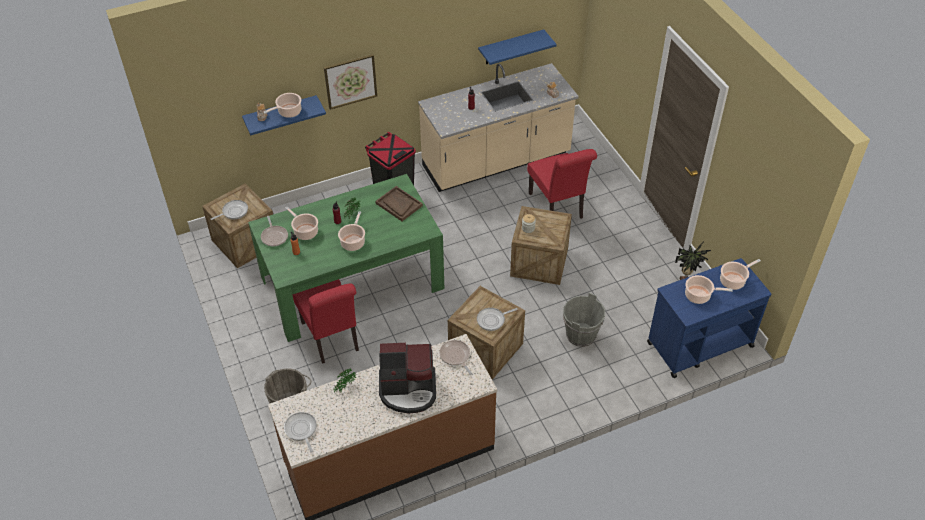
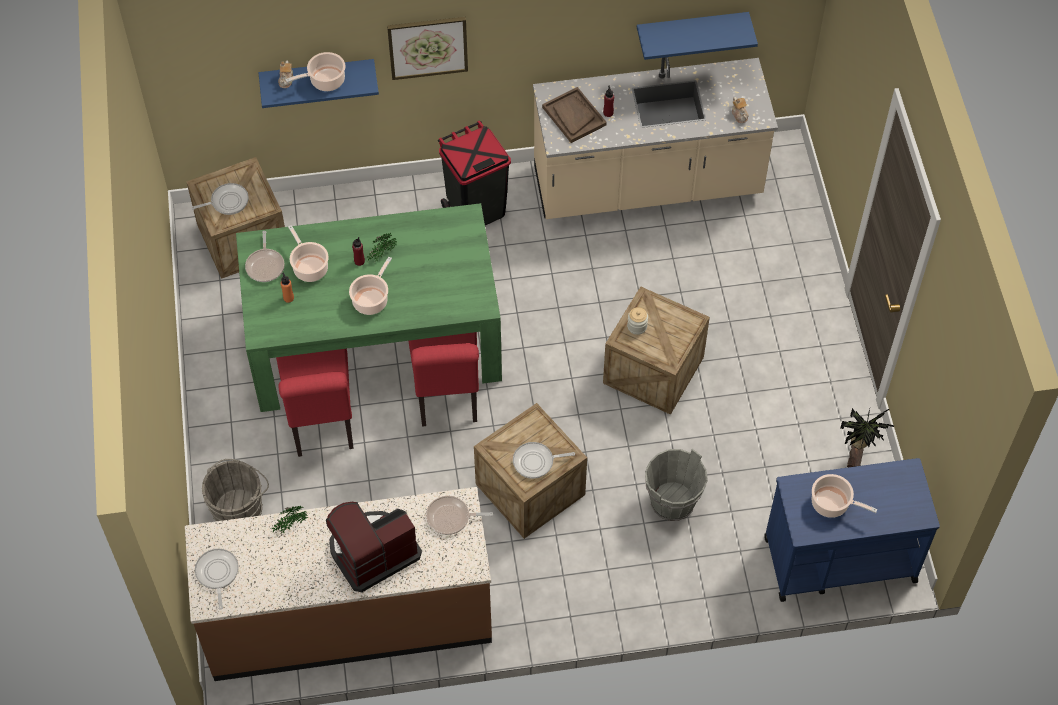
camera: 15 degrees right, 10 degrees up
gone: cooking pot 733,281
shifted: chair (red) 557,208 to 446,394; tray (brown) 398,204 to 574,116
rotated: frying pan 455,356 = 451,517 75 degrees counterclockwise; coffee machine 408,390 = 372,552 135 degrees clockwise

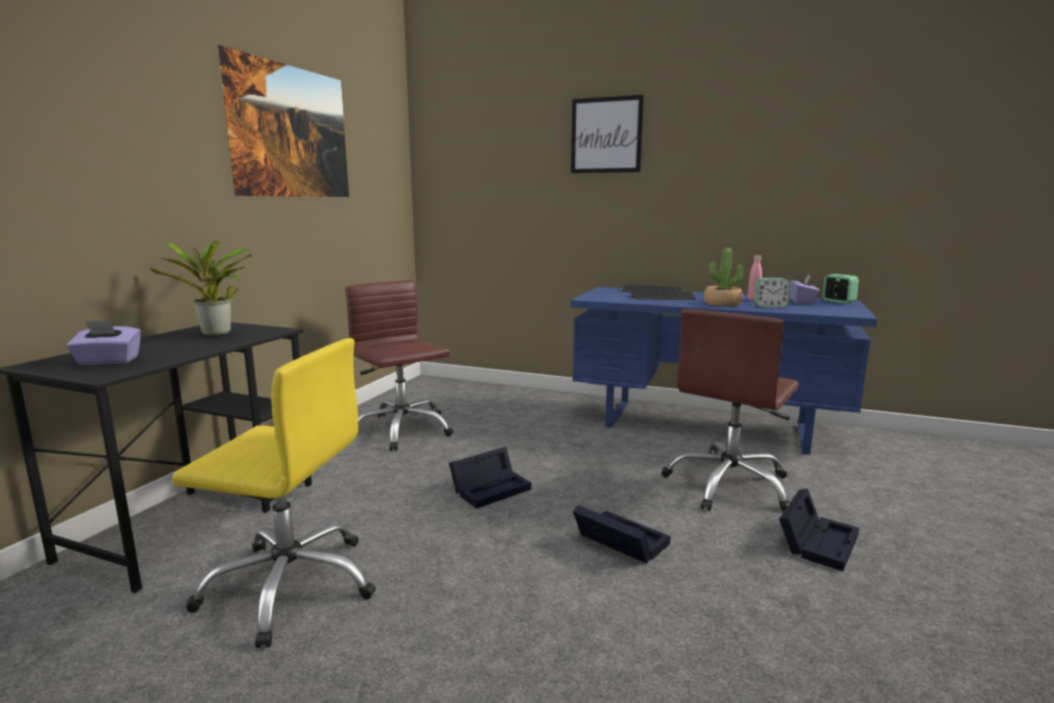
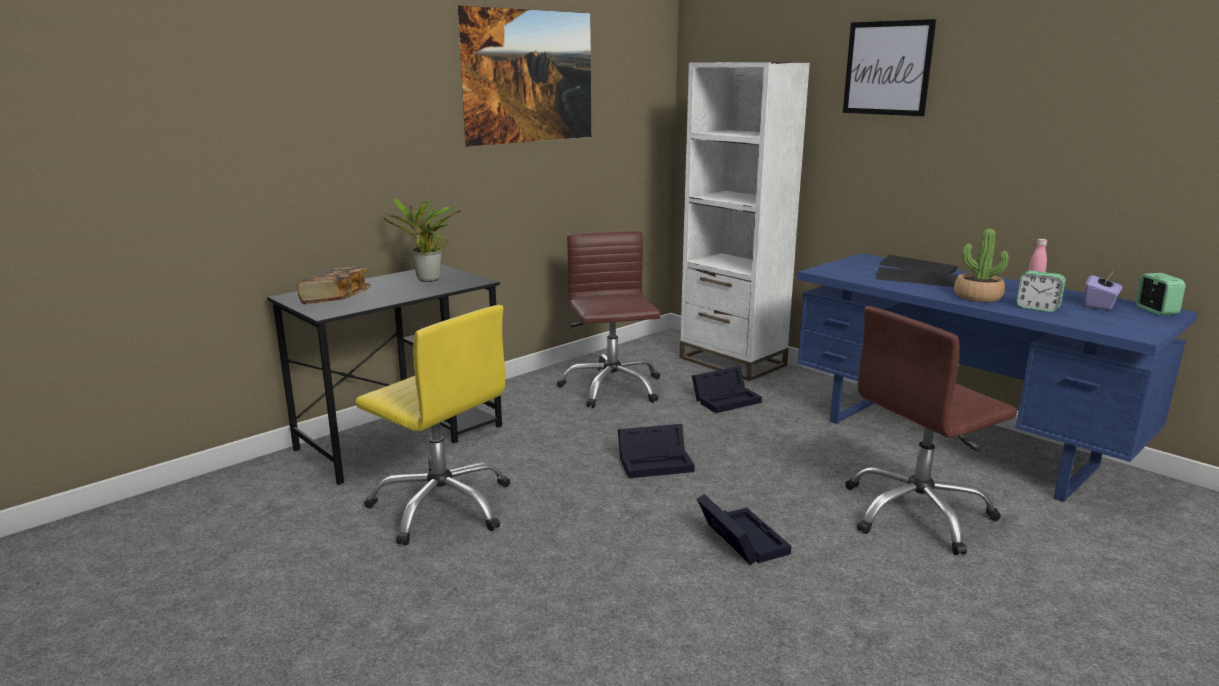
camera: 25 degrees right, 5 degrees up
new: bookcase (white) 732,361
shifted: storage box (black) 817,541 to 727,399
swapped: tissue box (purple) 108,361 to book 336,300

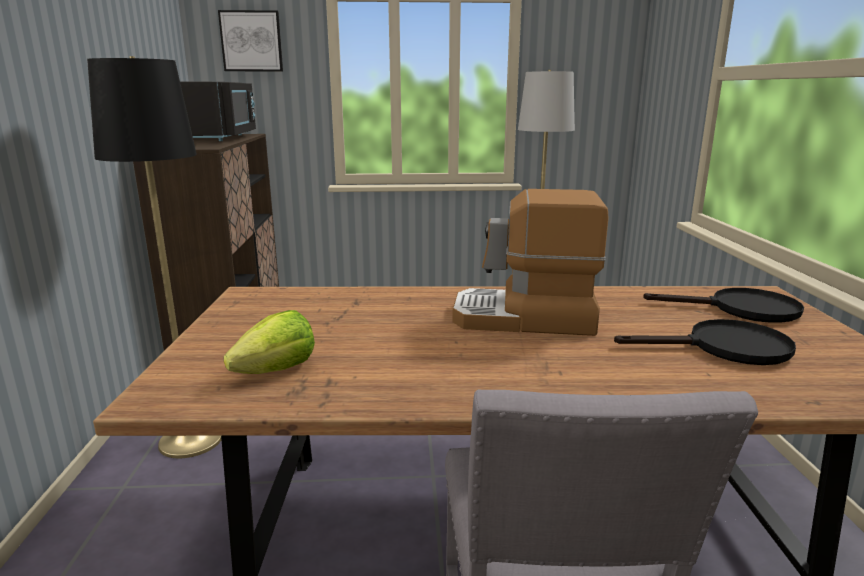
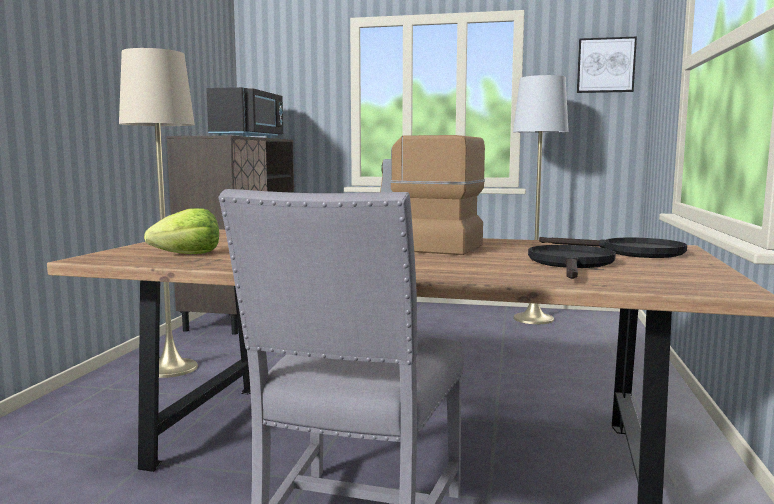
camera: 15 degrees right, 10 degrees down
shifted: picture 251,41 to 605,65
repainted: floor lamp (black) 191,440 to floor lamp (beige) 170,368
rotated: frying pan (black) 725,348 = 571,264 90 degrees counterclockwise

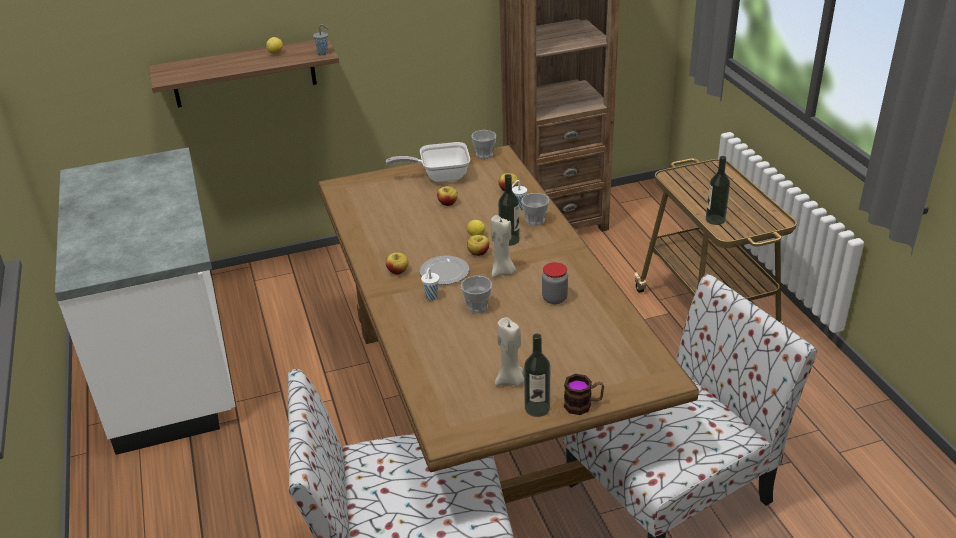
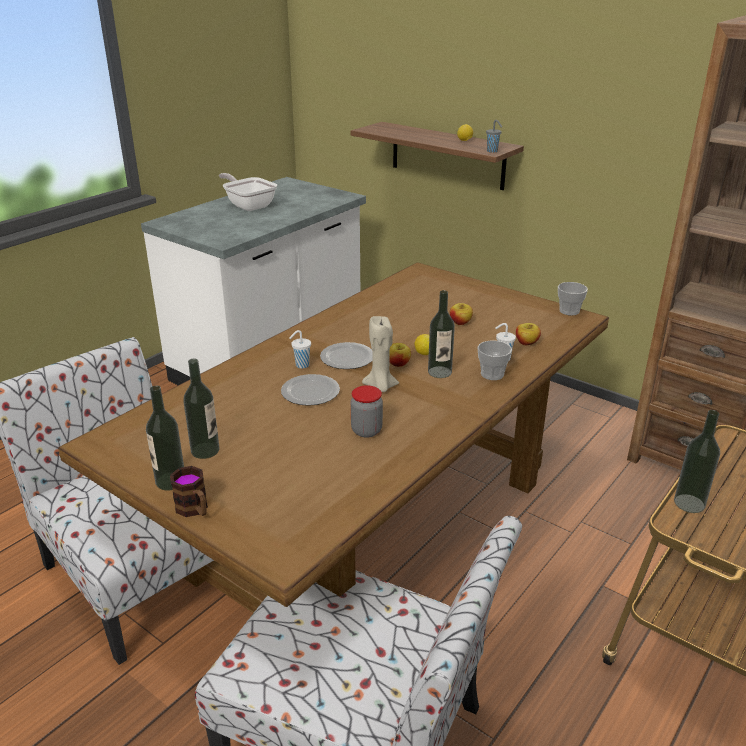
camera: 55 degrees right, 5 degrees down
gone: apple 397,271
shifted: frying pan 439,176 to 248,205
swapped: cup 477,306 to plate 309,392; candle (beige) 510,380 to bottle 205,450

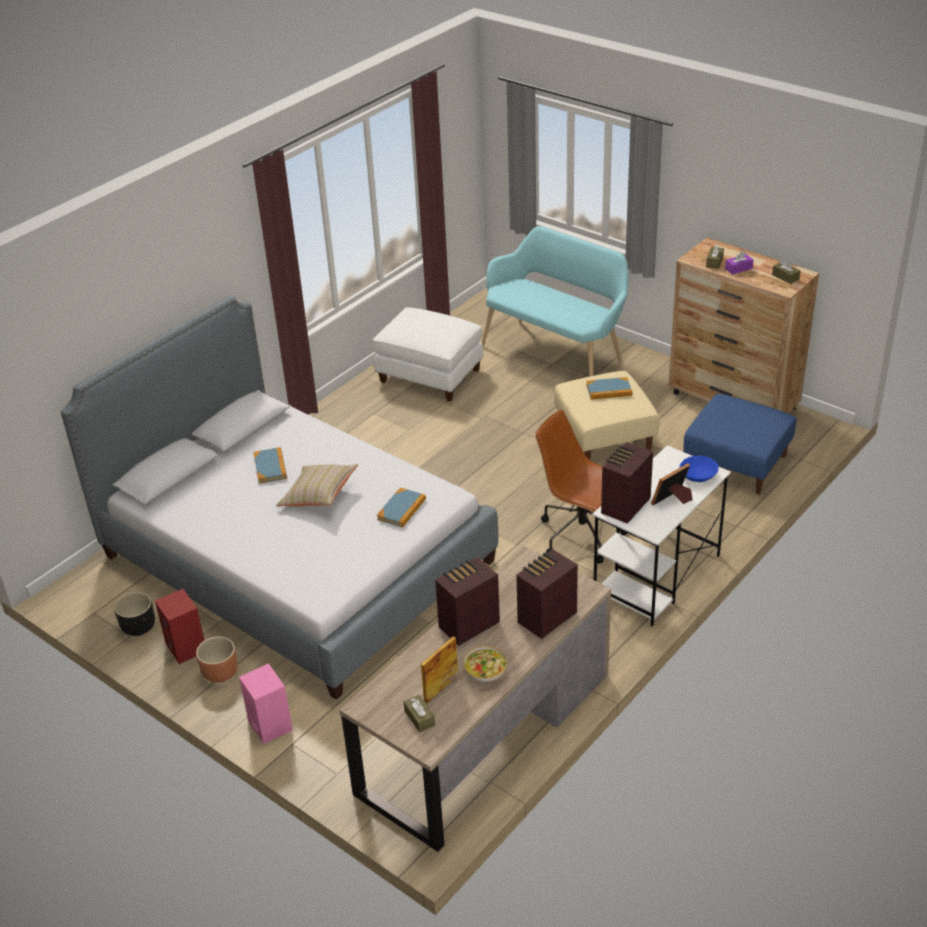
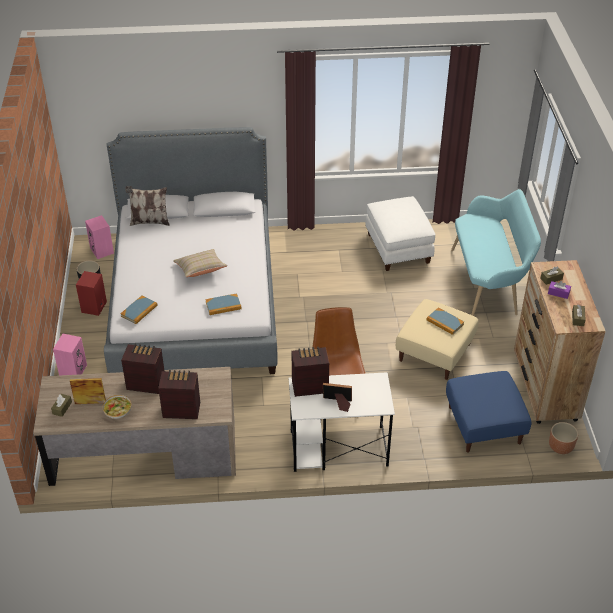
camera: 45 degrees right, 5 degrees up
gone: bowl (blue) 698,476
new: pillow 149,221; speaker (pink) 102,251
shifted: book 270,467 to 139,311; planter (brown) 221,673 to 561,447

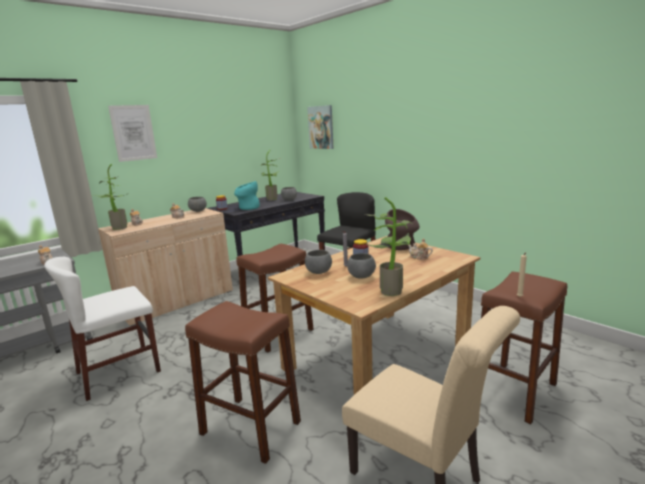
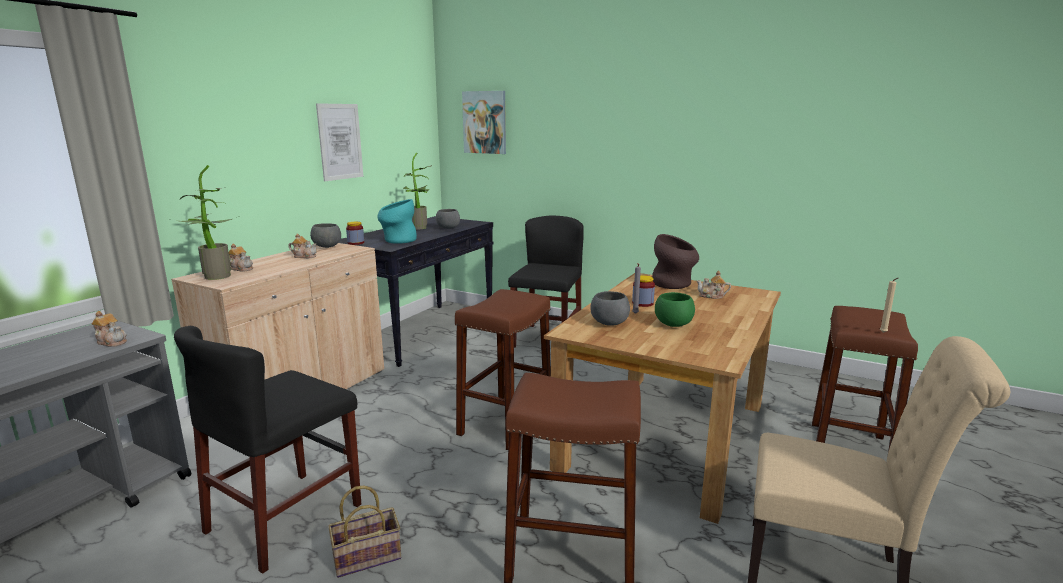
camera: 20 degrees left, 0 degrees up
gone: potted plant 391,290
new: basket 368,556
shifted: picture 133,133 to 340,142
repainted: bowl (grey) 362,277 to bowl (green) 673,324; chair (white) 118,372 to chair (black) 285,518

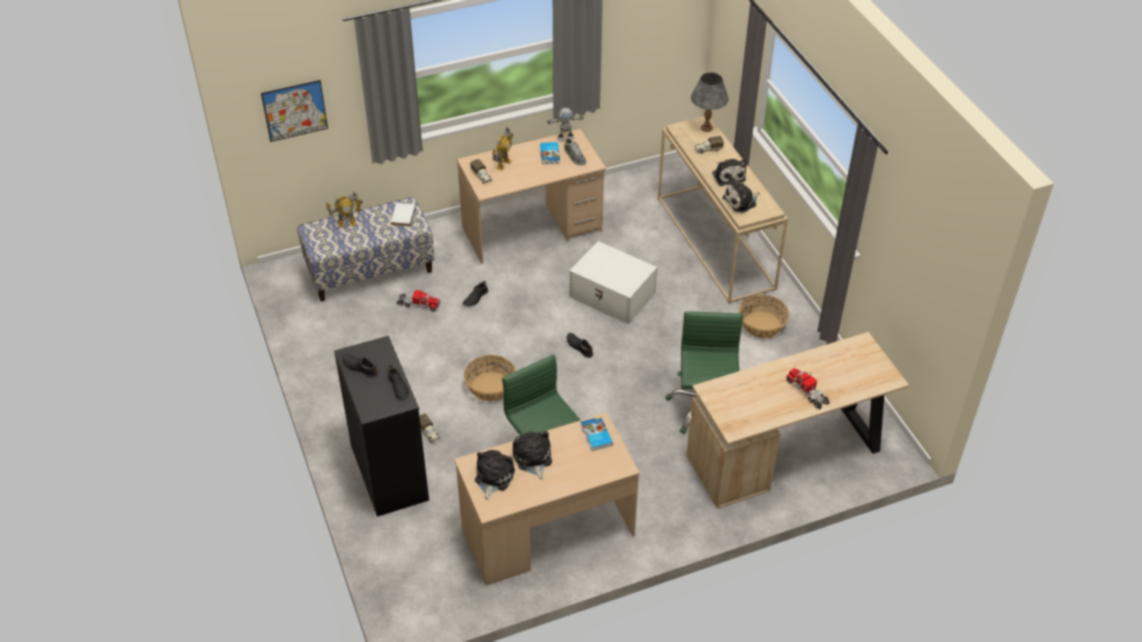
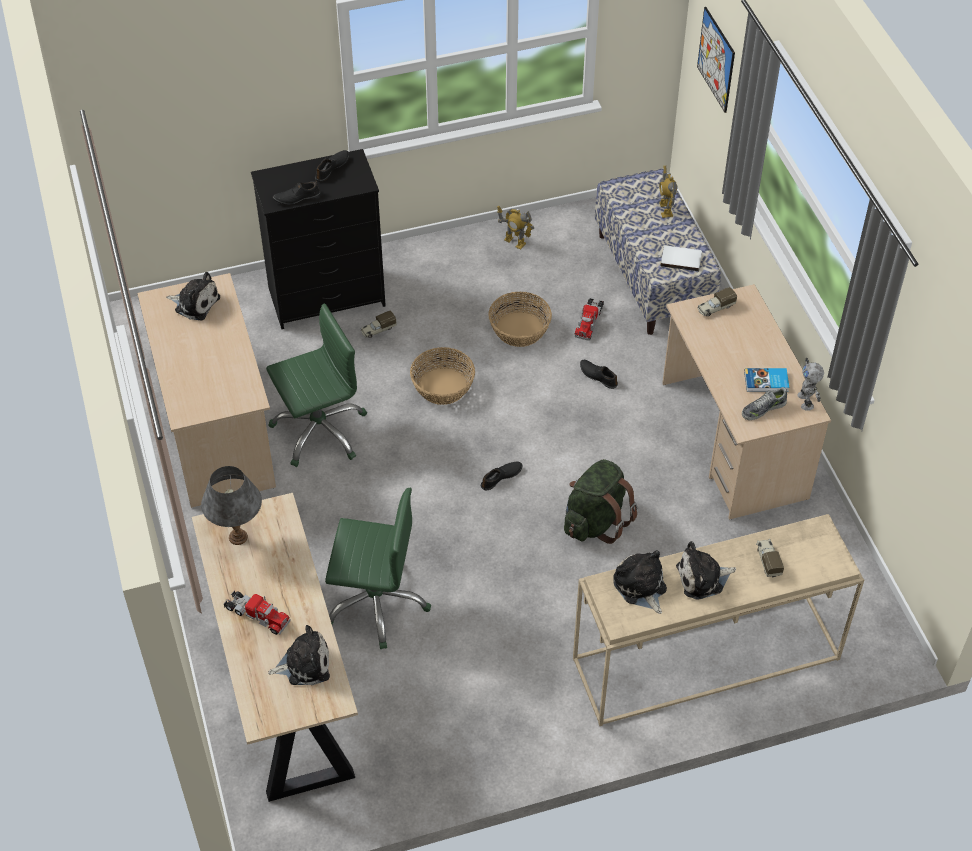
camera: 95 degrees right, 5 degrees up
gone: book 596,435
shifted: table lamp (grey) 706,128 to 237,537; toy robot 503,164 to 514,242; basket 762,325 to 519,330; plush toy 533,459 to 304,664
swapped: storage box (white) 613,295 to backpack (green) 595,521
rotated: toy truck 807,392 = 257,615 60 degrees clockwise

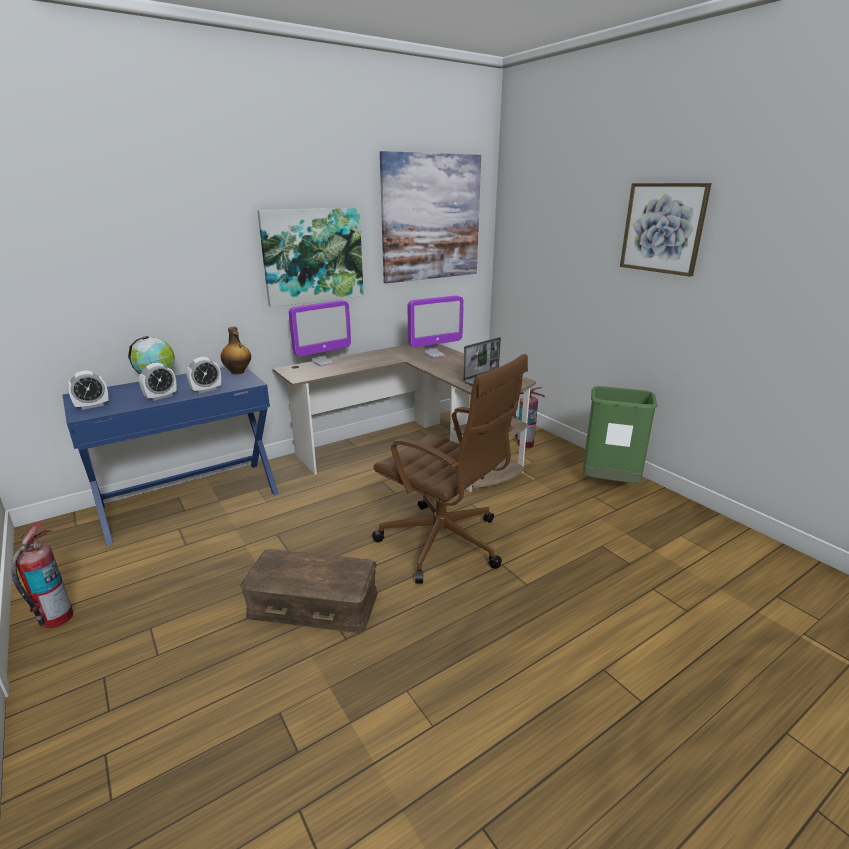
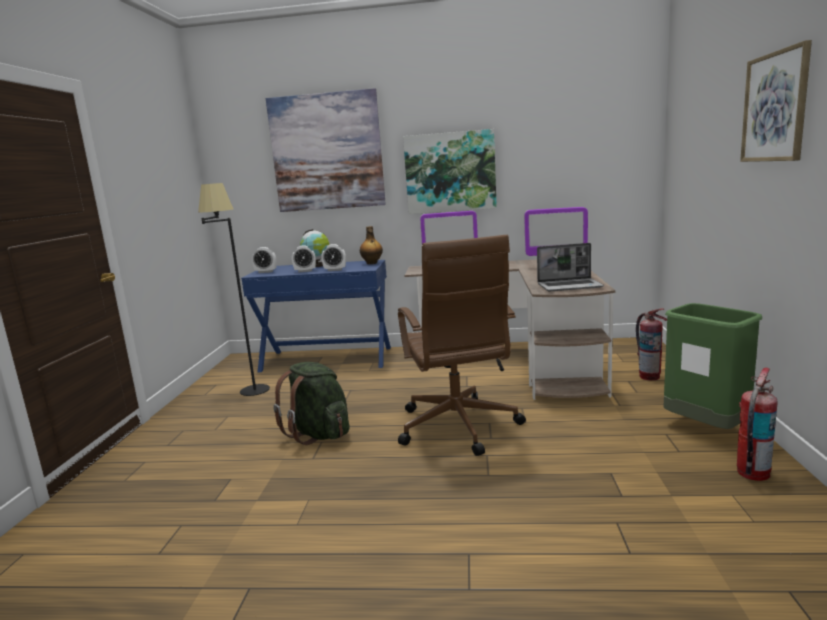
camera: 40 degrees right, 10 degrees down
new: floor lamp (black) 247,387
shifted: picture 431,218 to 327,152; fire extinguisher 56,618 to 752,473
swapped: storage box (brown) 313,605 to backpack (green) 319,434

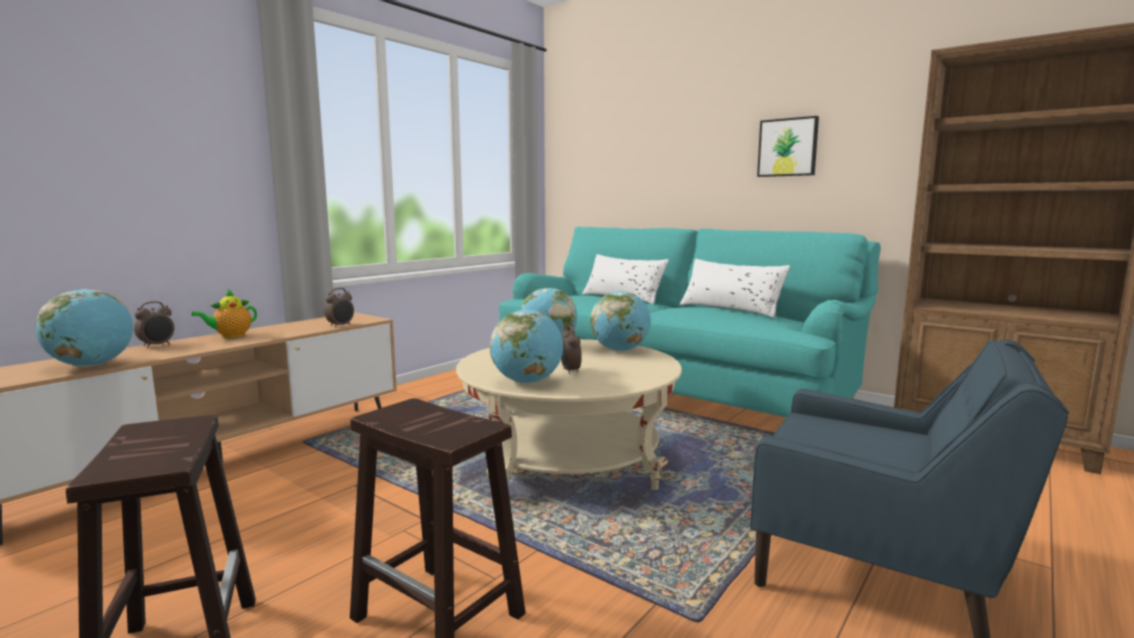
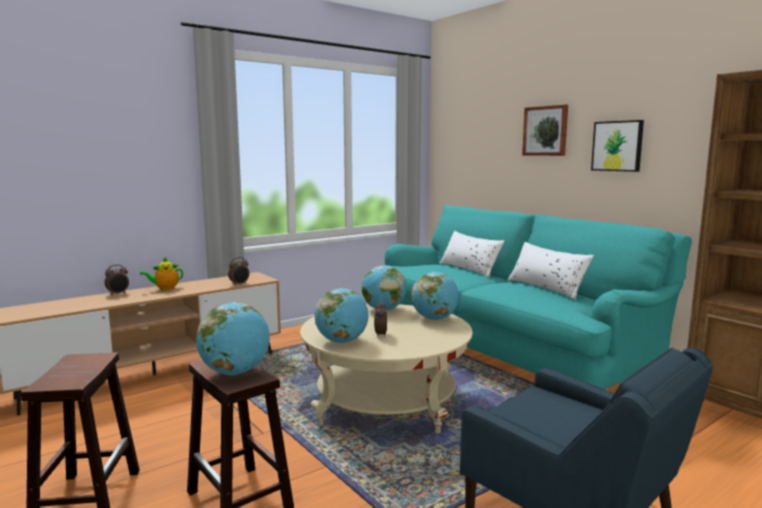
camera: 15 degrees right, 0 degrees up
new: picture 545,131
shifted: globe 92,365 to 235,372

